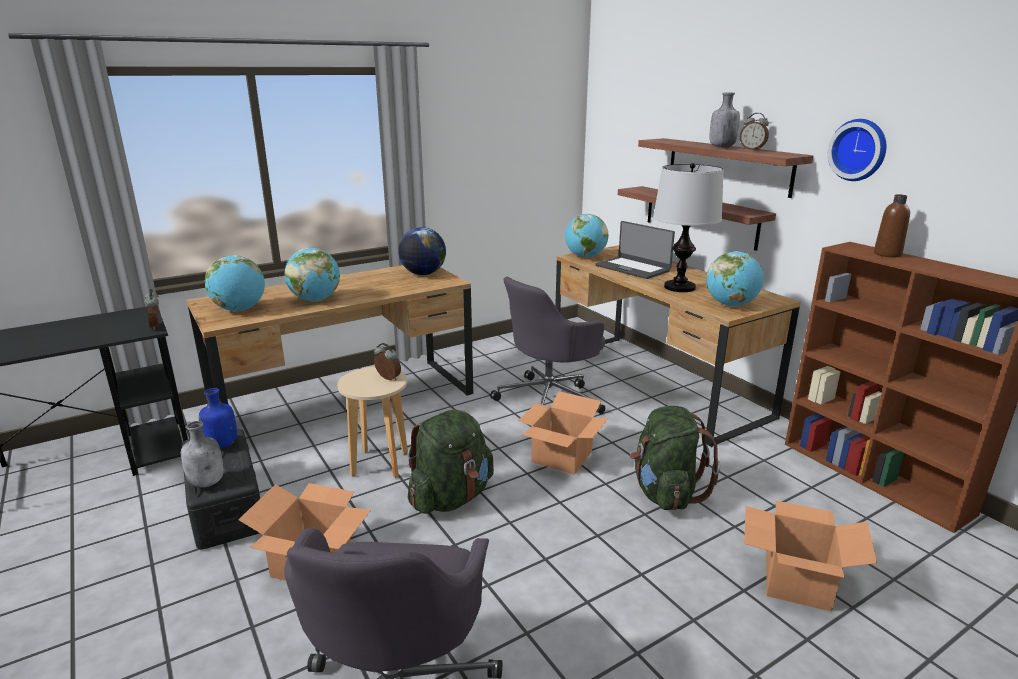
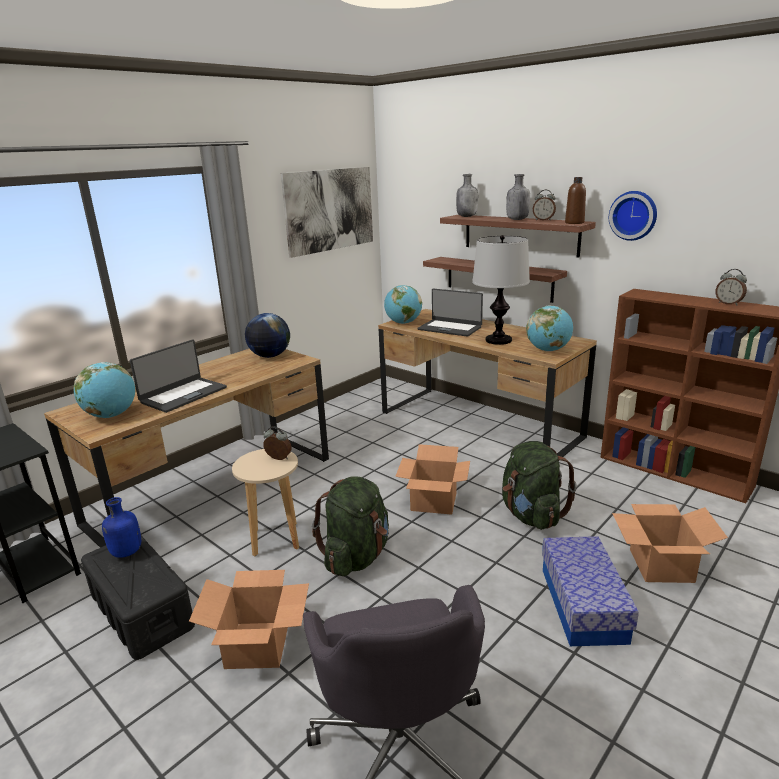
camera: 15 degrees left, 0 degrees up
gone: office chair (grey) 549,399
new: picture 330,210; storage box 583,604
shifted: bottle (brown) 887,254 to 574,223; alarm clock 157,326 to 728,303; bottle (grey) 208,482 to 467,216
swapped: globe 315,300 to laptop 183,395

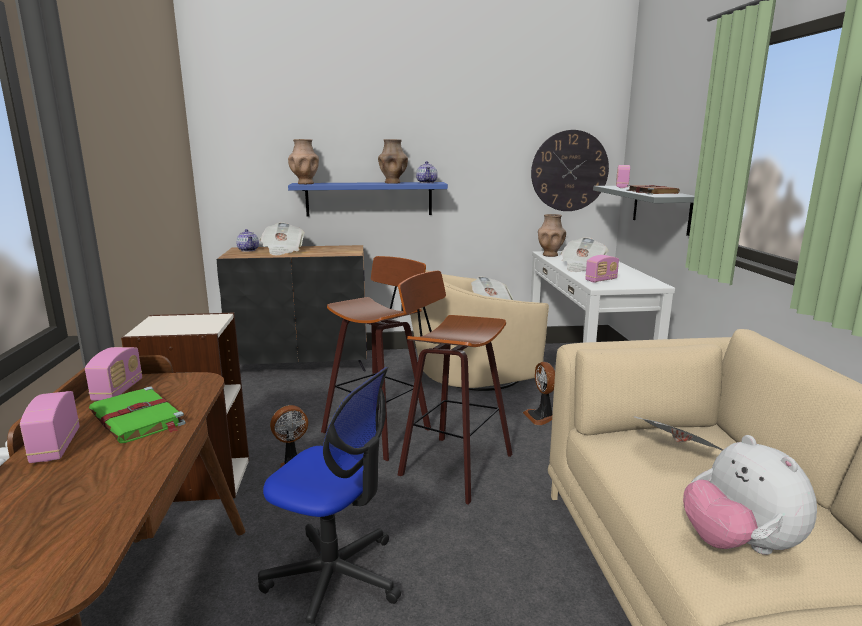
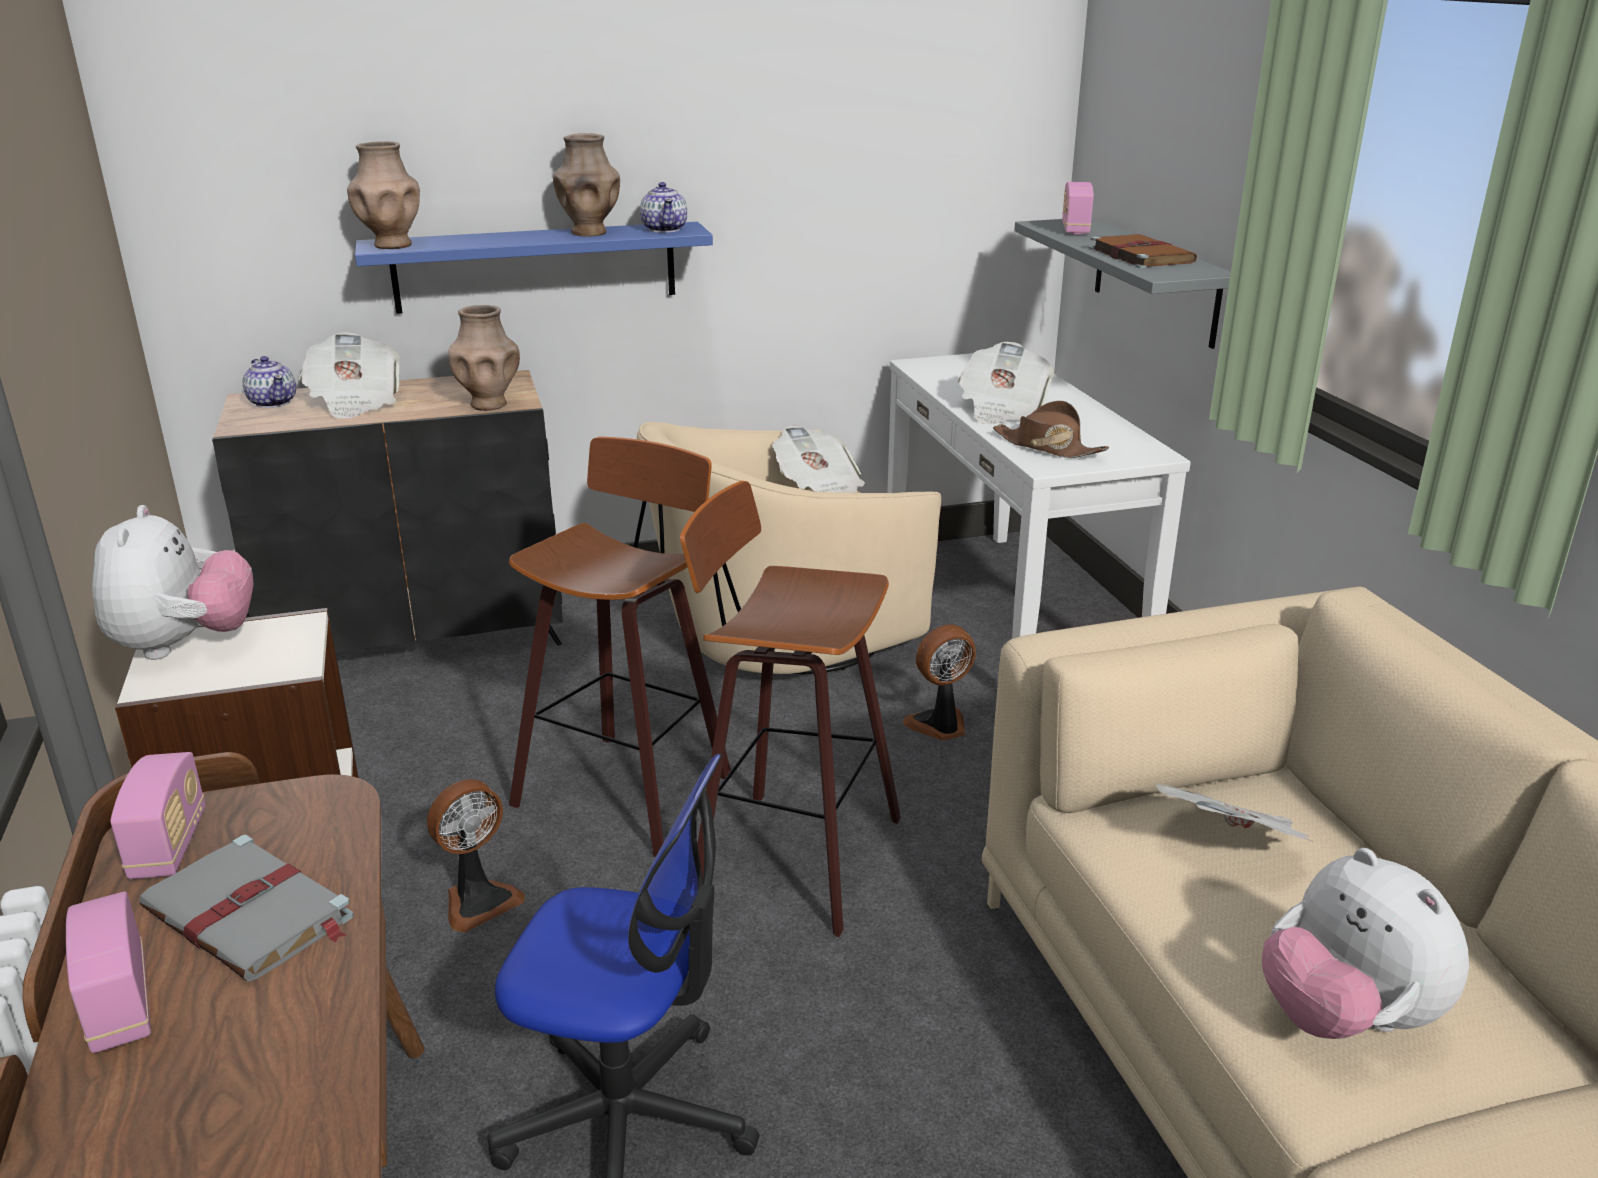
camera: 10 degrees left, 10 degrees up
gone: wall clock 569,171
new: plush toy 184,645
shifted: vase (brown) 550,255 to 489,404
swapped: radio 601,280 to hat (brown) 1047,447
repainted: book (green) 138,419 to book (grey) 250,915
rotated: fan 541,417 = 940,726 90 degrees clockwise

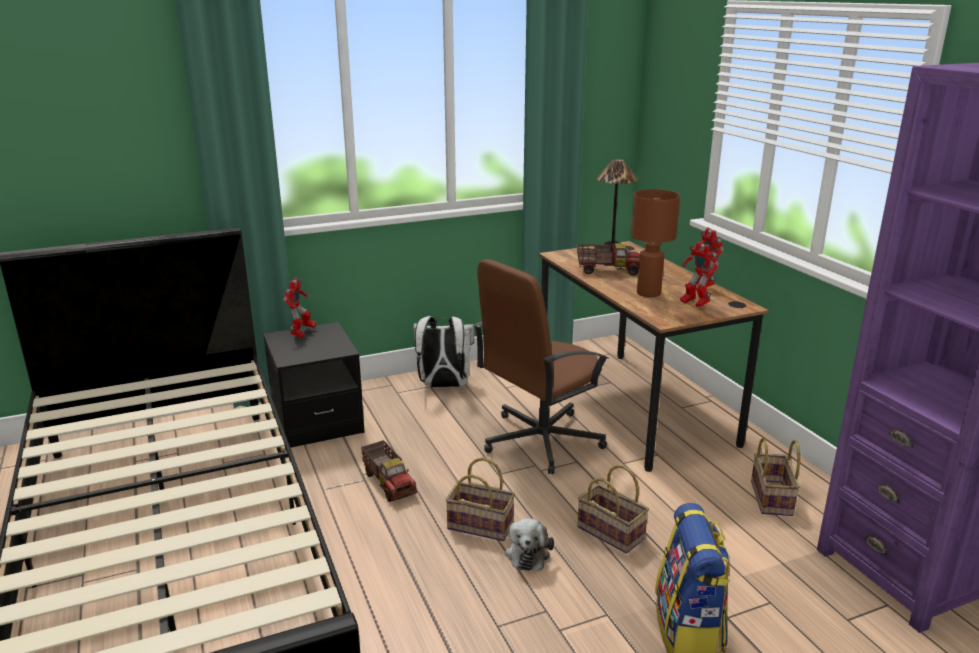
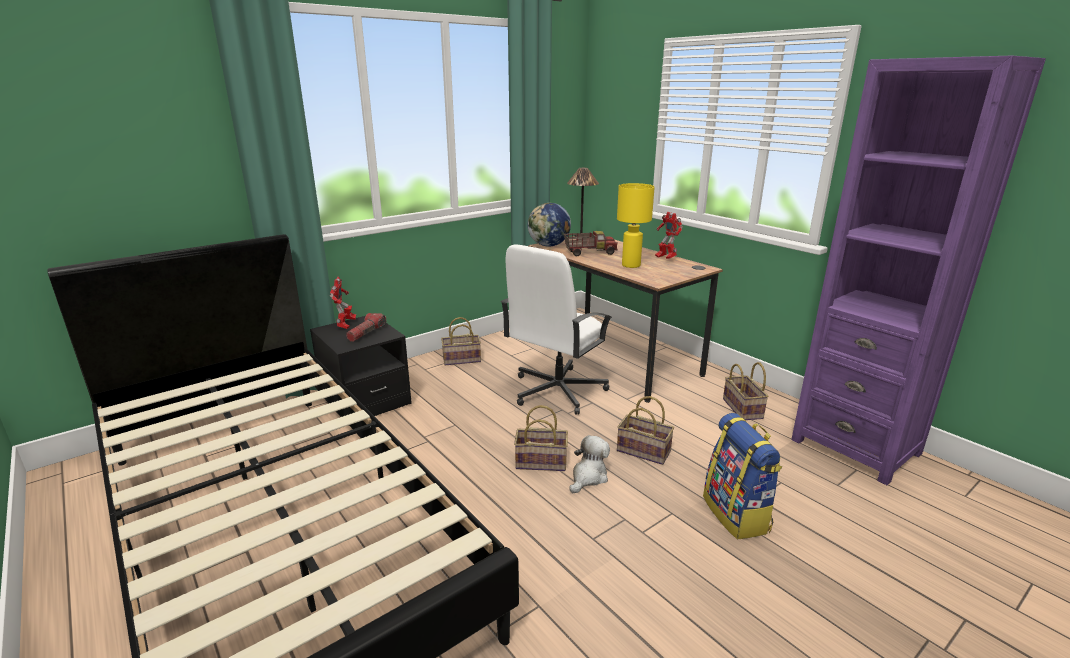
camera: 15 degrees left, 0 degrees up
gone: toy robot 694,304; toy truck 389,483
new: globe 549,245; flashlight 367,333
swapped: backpack (white) 443,386 to basket 461,360
repainted: table lamp (brown) 649,293 to table lamp (yellow) 631,265; office chair (brown) 540,440 to office chair (white) 557,391
rotated: plush toy 527,553 = 588,477 135 degrees counterclockwise

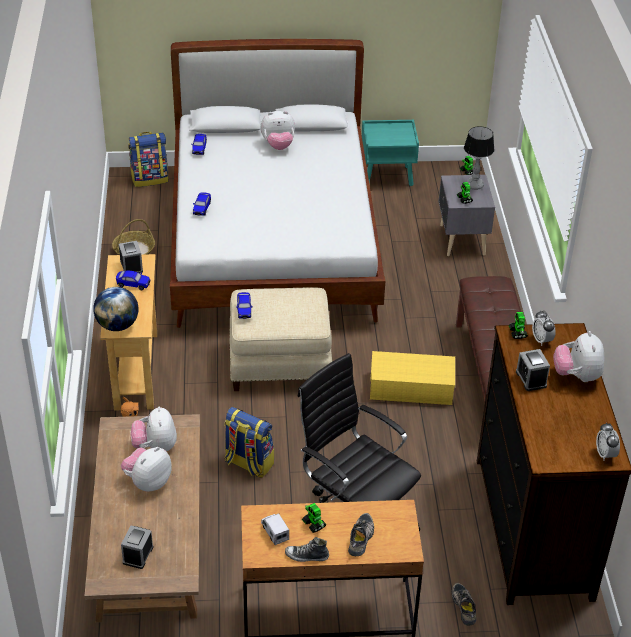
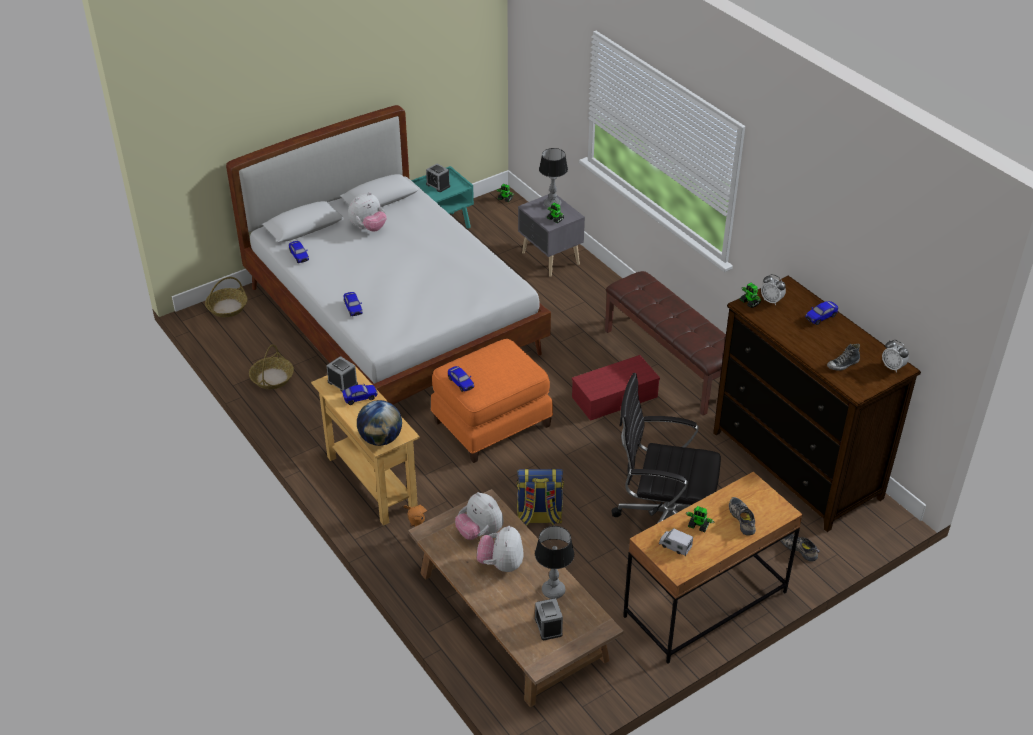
camera: 30 degrees left, 0 degrees up
new: table lamp 552,591
shifted: alarm clock 531,379 to 438,185; shoe 306,556 to 843,364
swapped: backpack 150,179 to basket 227,307; plush toy 576,376 to toy car 820,317
repainted: ottoman (beige) 280,363 to ottoman (orange) 491,422; storage box (yellow) 410,388 to storage box (red) 614,398

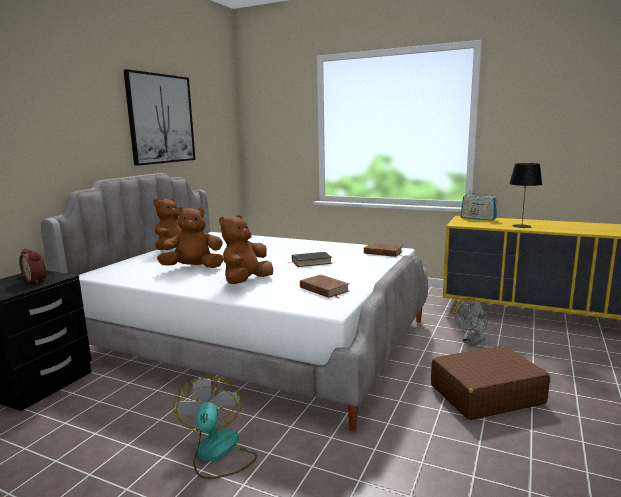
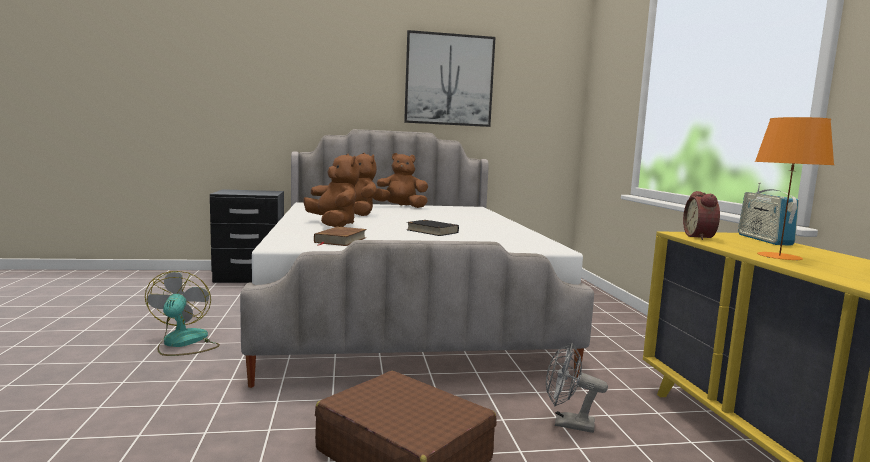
camera: 55 degrees right, 5 degrees down
gone: book (brown) 383,252
shifted: alarm clock 37,280 to 701,237
repainted: table lamp (black) 522,226 to table lamp (orange) 779,256
rotated: plush toy (brown) 246,282 = 333,224 60 degrees clockwise; fan 217,454 = 183,343 60 degrees counterclockwise

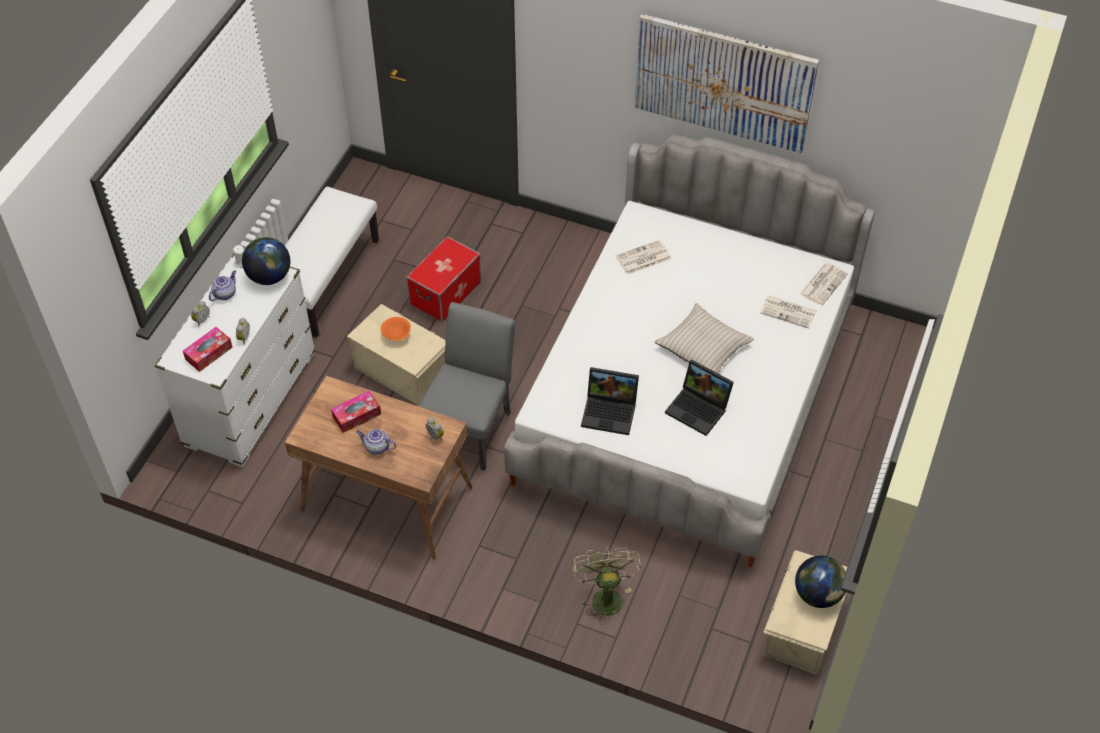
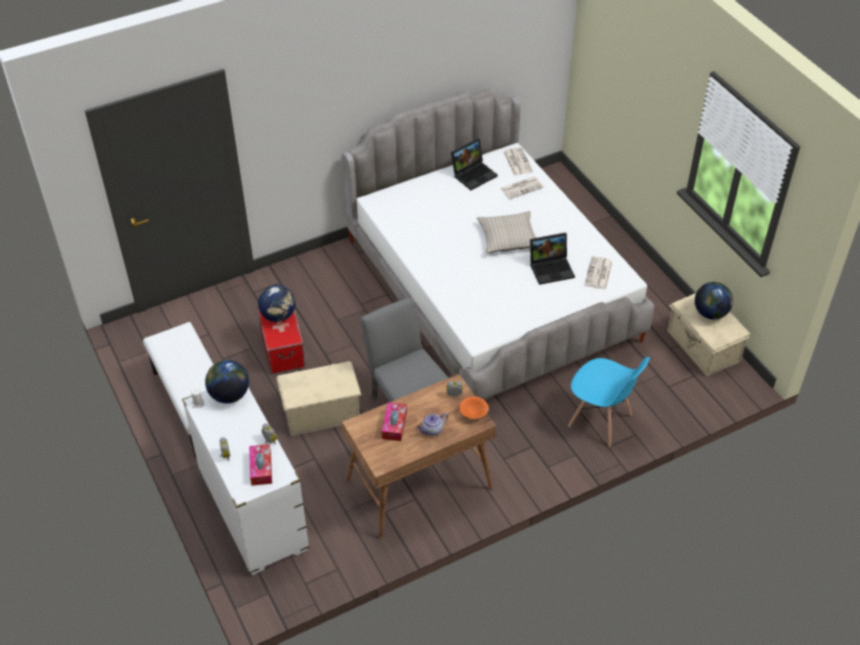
camera: 50 degrees left, 5 degrees down
gone: picture 723,82; teapot 225,293
new: globe 278,316
shifted: newspaper 643,258 to 598,274; bowl (orange) 397,336 to 474,414; laptop 610,411 to 474,174
swapped: fan (green) 604,596 to chair (blue) 600,421

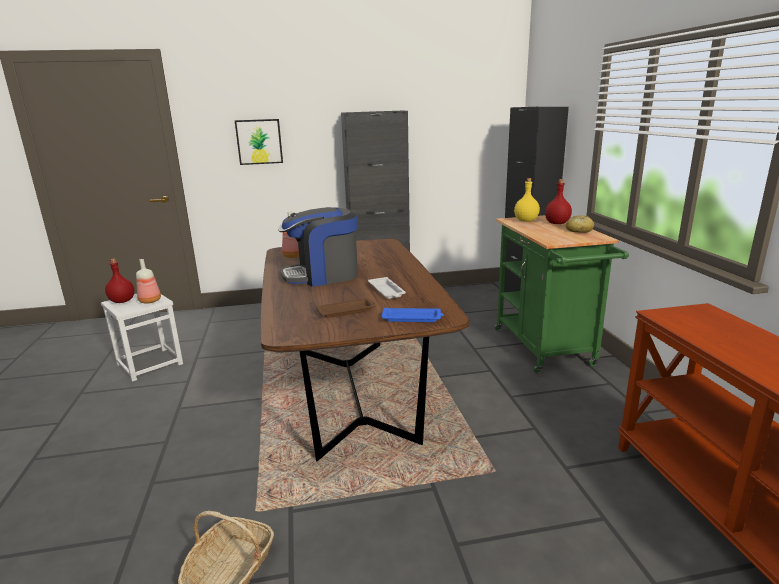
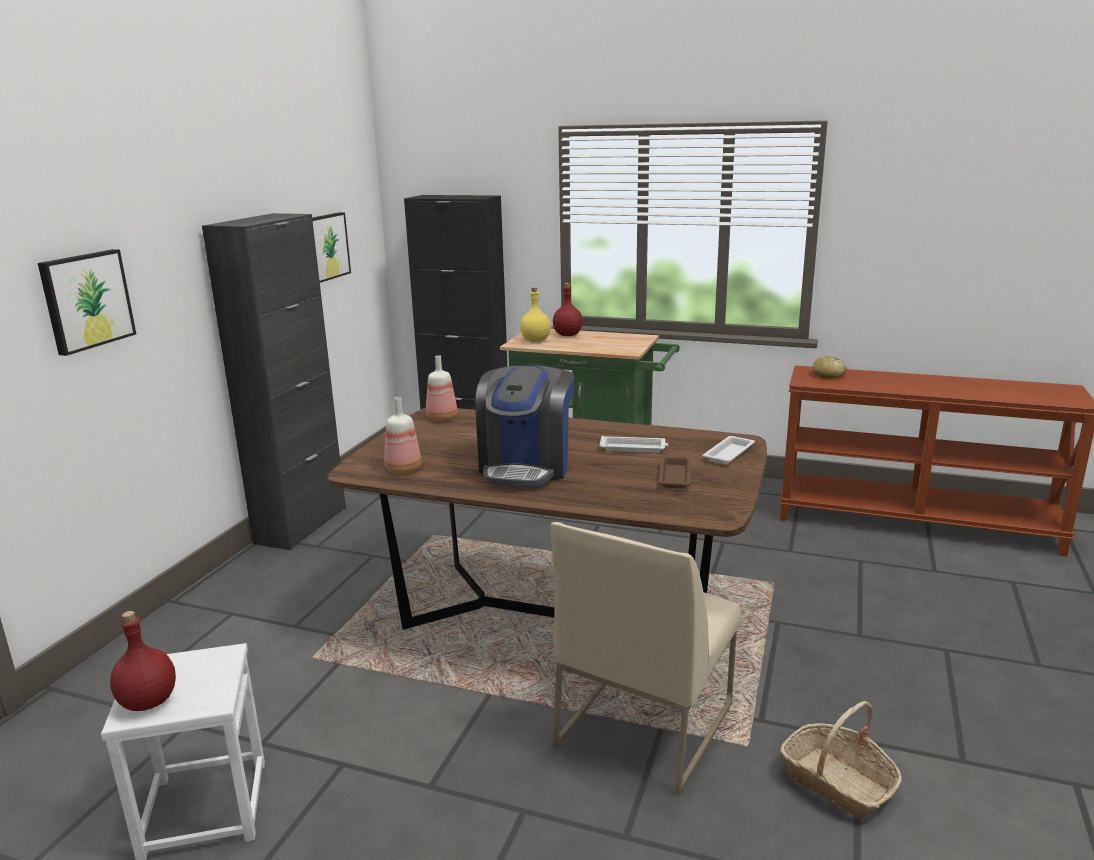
camera: 60 degrees left, 0 degrees up
new: picture 325,247; chair (beige) 644,723
shifted: bread 579,230 to 828,375; bottle 150,301 to 441,418
repainted: tray (blue) 412,318 to tray (white) 729,453

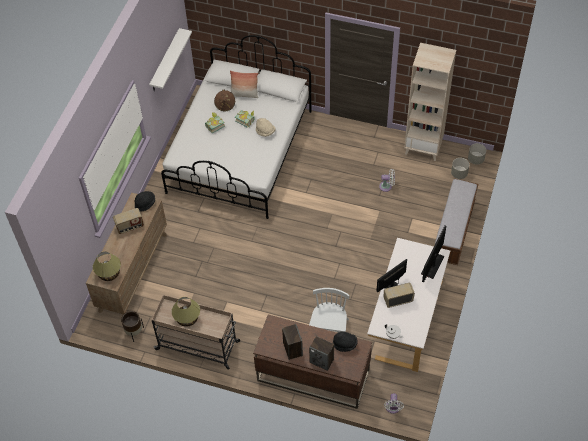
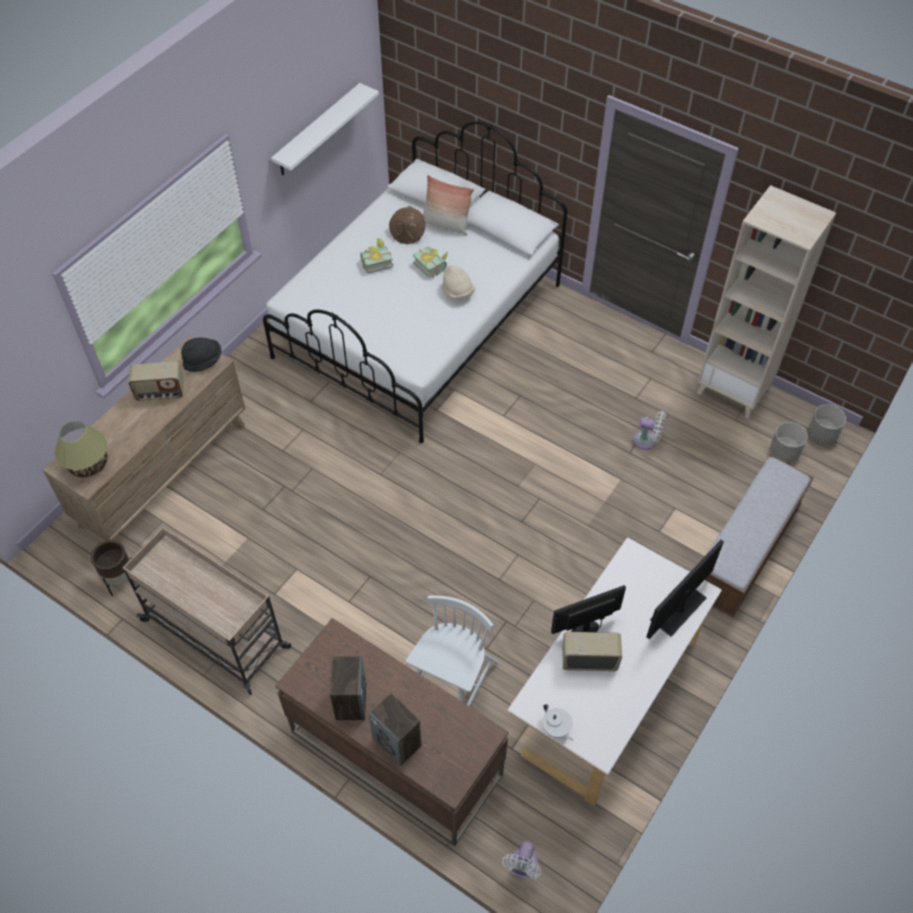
camera: 15 degrees right, 0 degrees up
gone: table lamp 187,318; hat (black) 345,344

